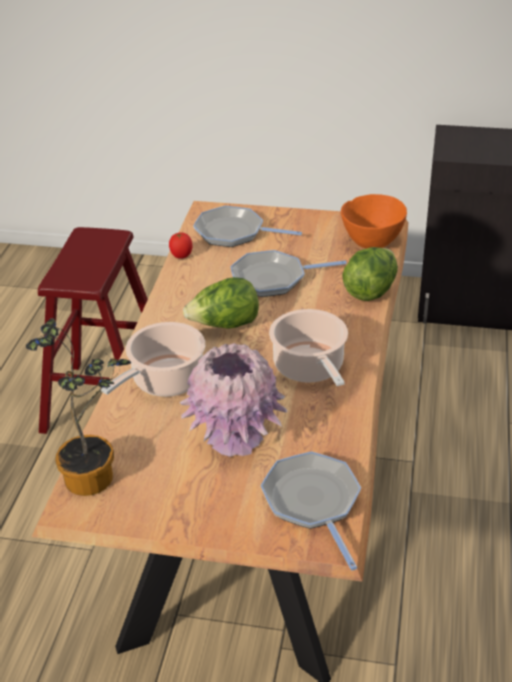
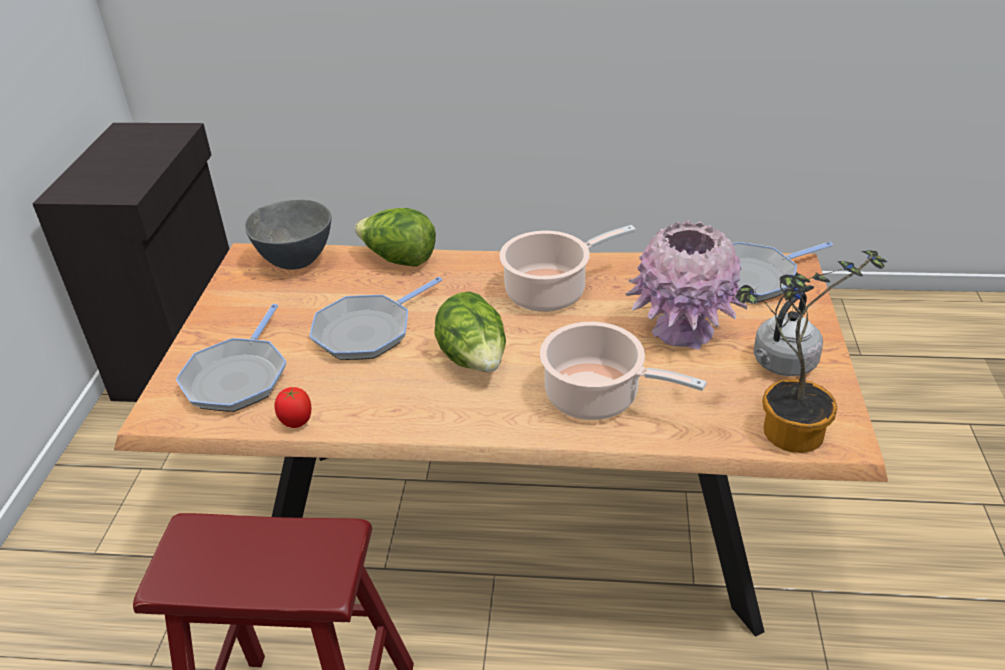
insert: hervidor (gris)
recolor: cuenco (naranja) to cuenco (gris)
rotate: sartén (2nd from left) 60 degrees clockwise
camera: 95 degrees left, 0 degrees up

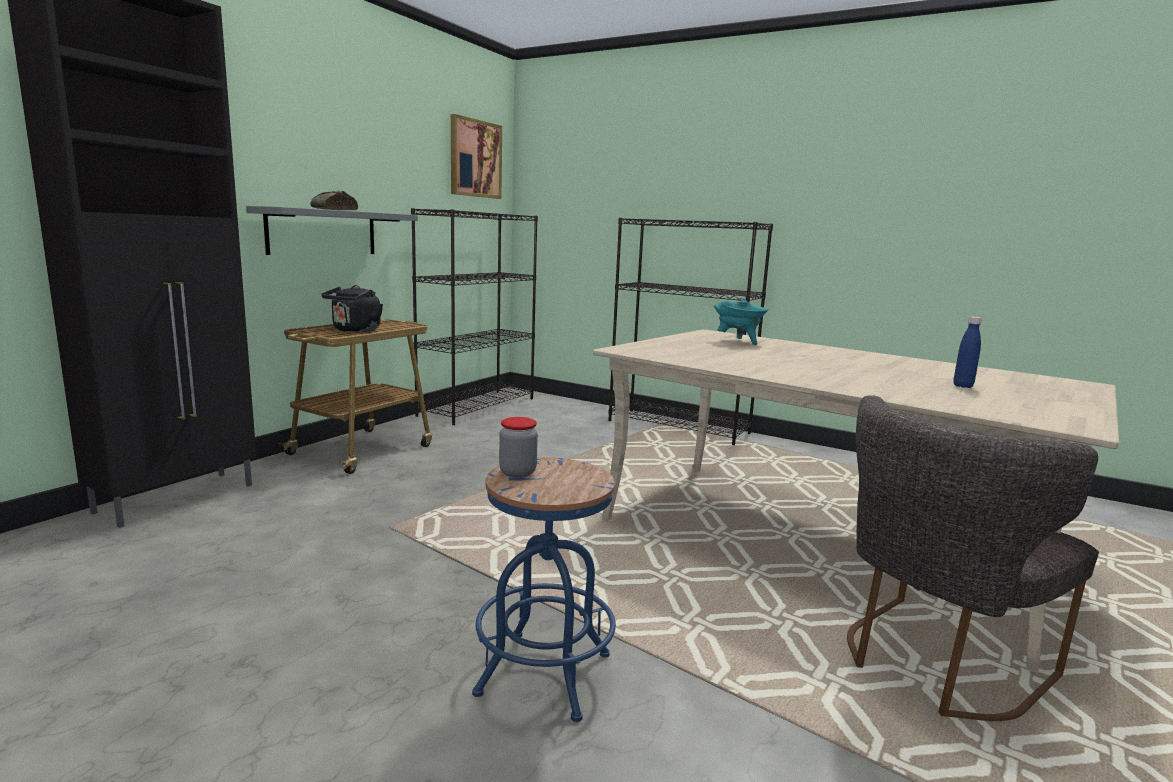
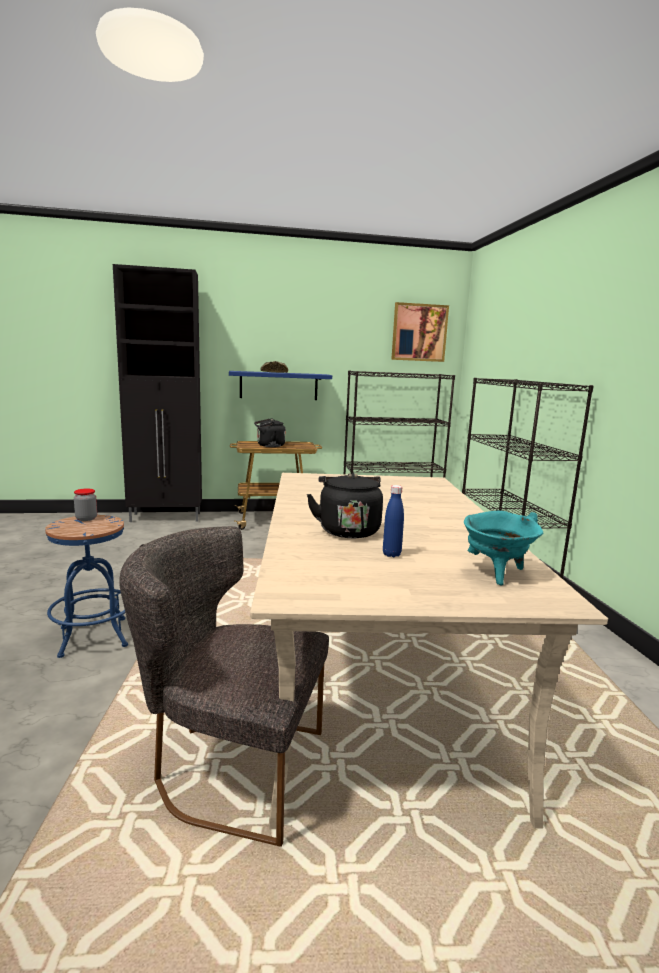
insert: hervidor (negro) (2nd from left)
move: olla (turquesa)
recolor: estante (gris) to estante (azul)
camera: 50 degrees right, 0 degrees up

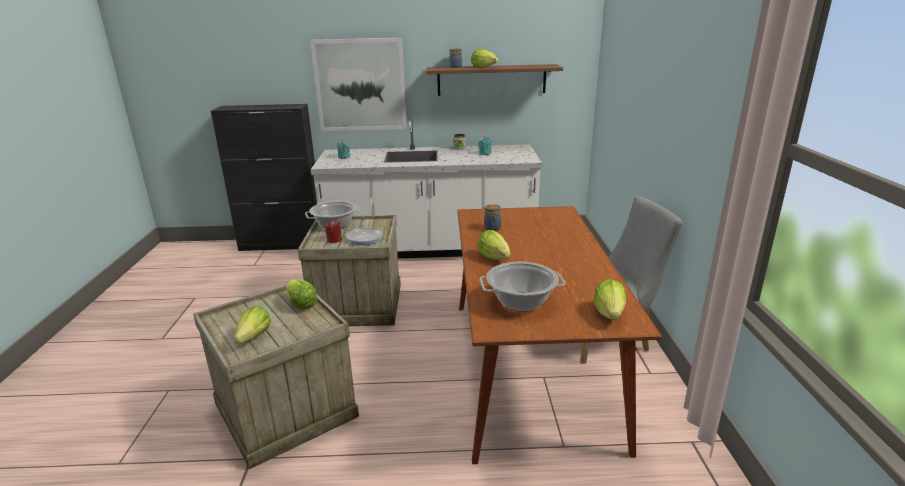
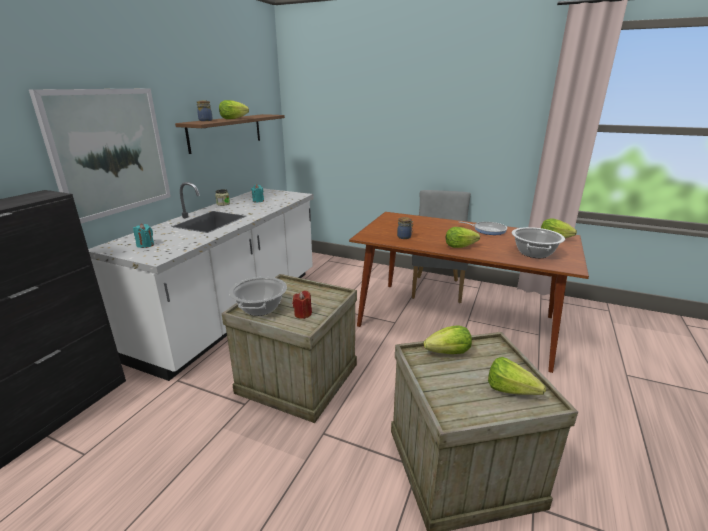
move: sartén
camera: 65 degrees left, 0 degrees up

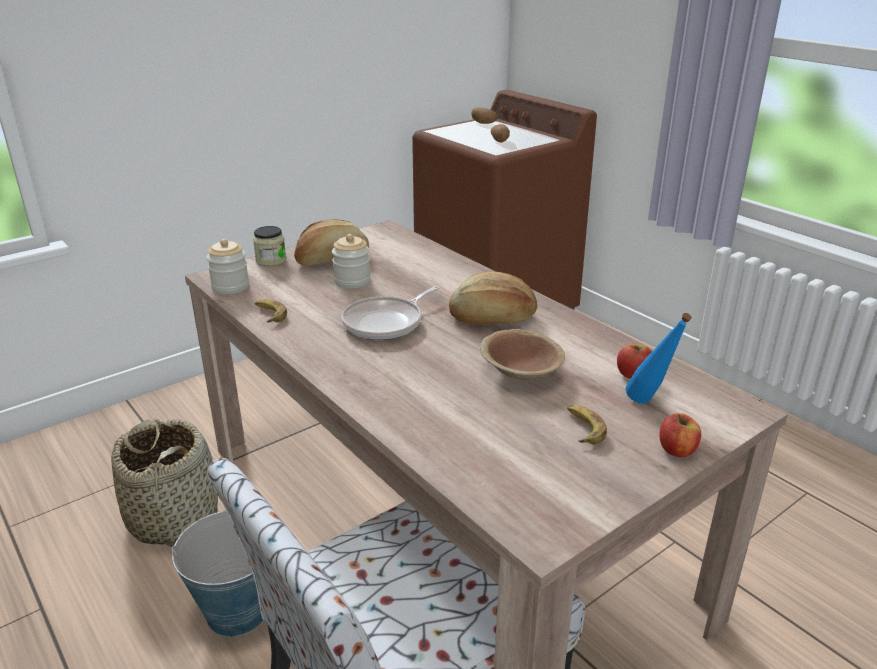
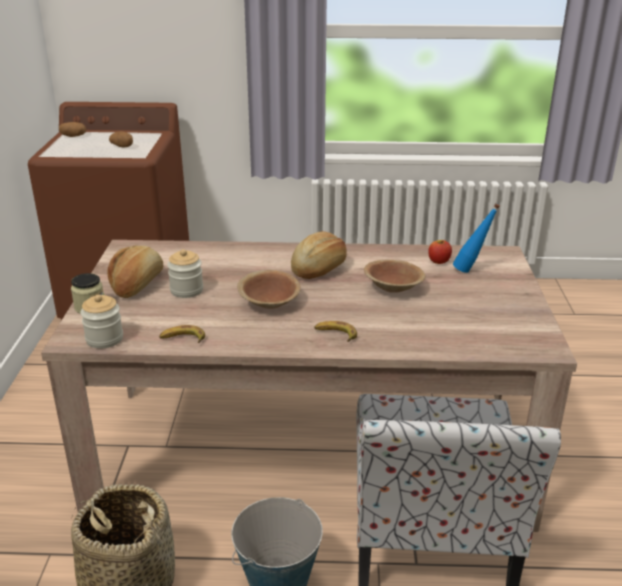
delete: manzana (2nd from left)
move: plátano (2nd from left)
replace: sartén to cuenco (marrón) (1st from left)
camera: 50 degrees left, 0 degrees up

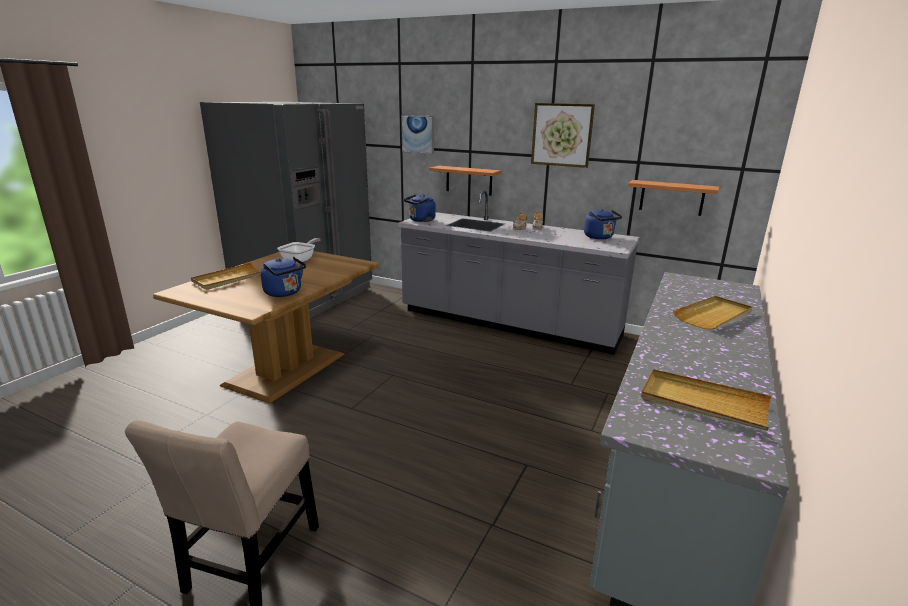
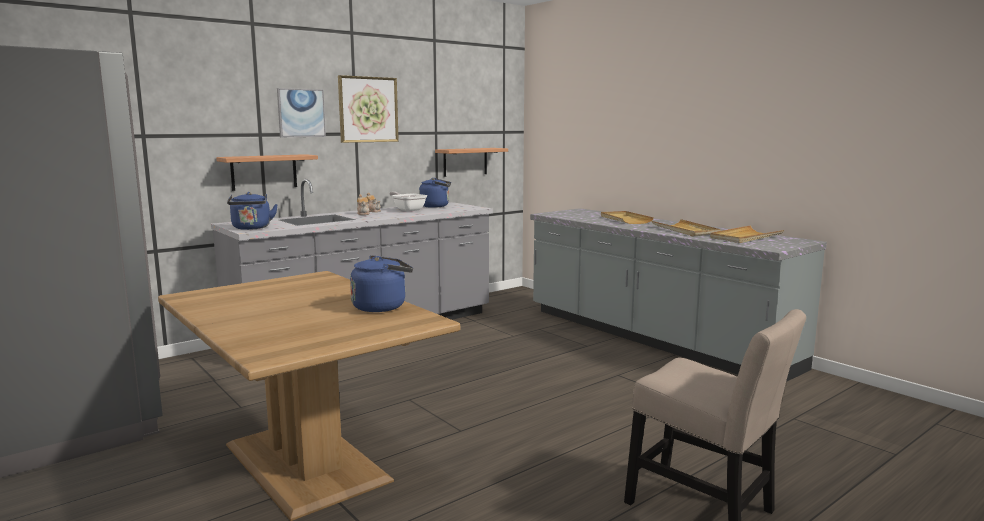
move: bandeja (beis) (1st from left in the first image) to bandeja (beis) (2nd from left); sartén; cuadro (1st from left)
camera: 65 degrees left, 10 degrees down

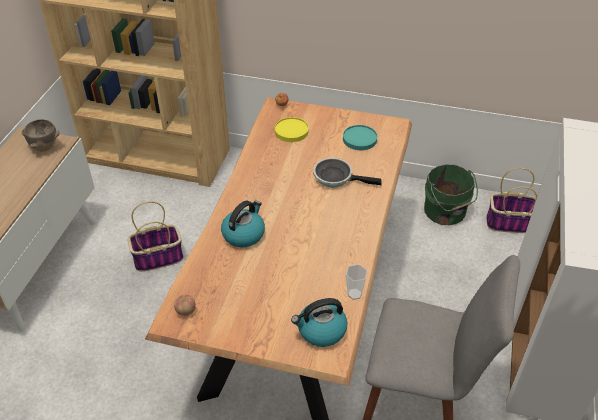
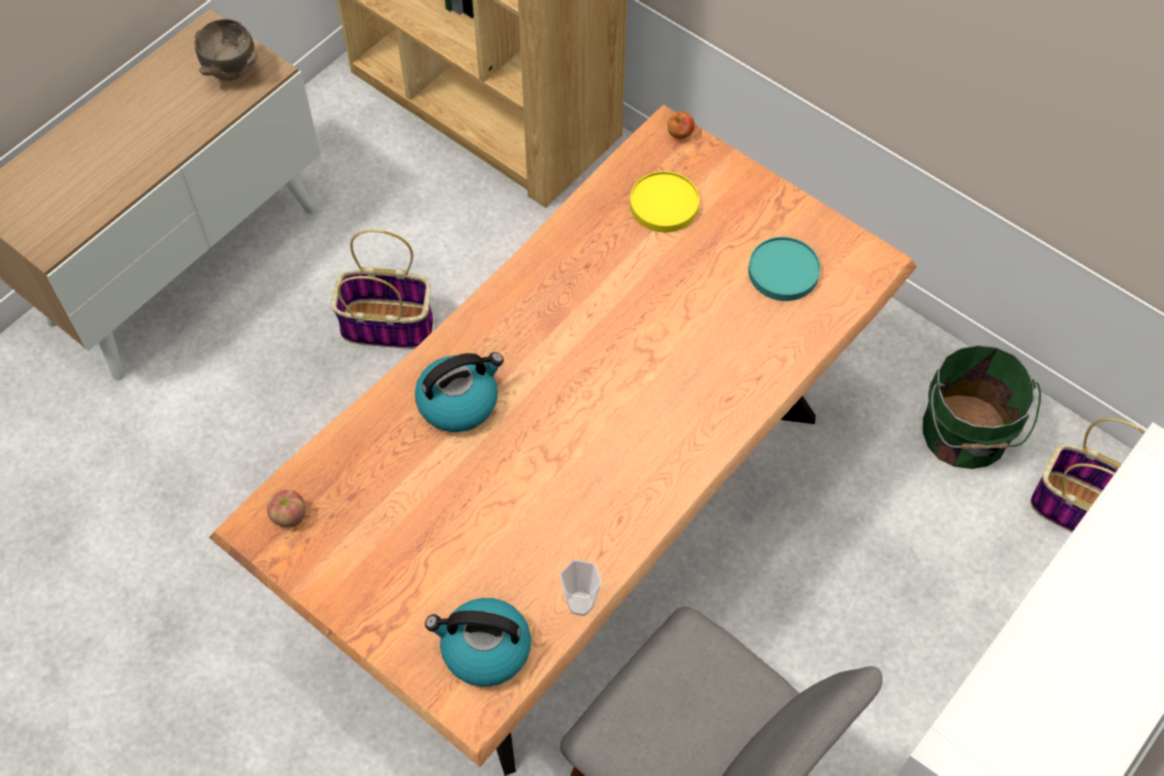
delete: sartén
camera: 25 degrees right, 15 degrees up

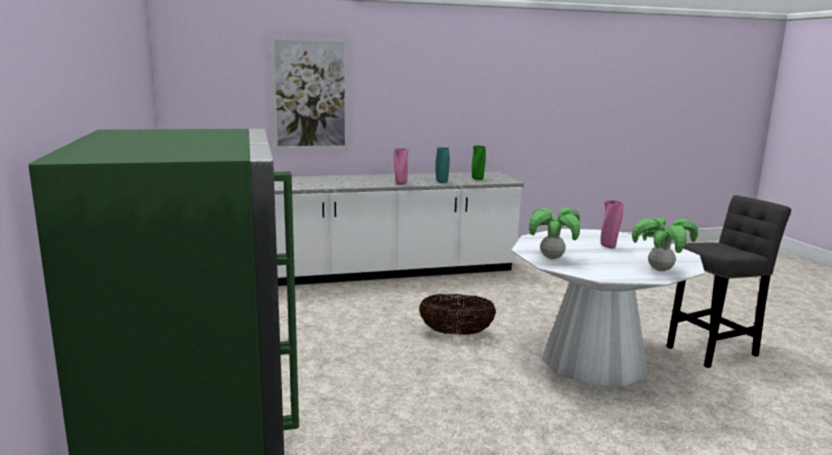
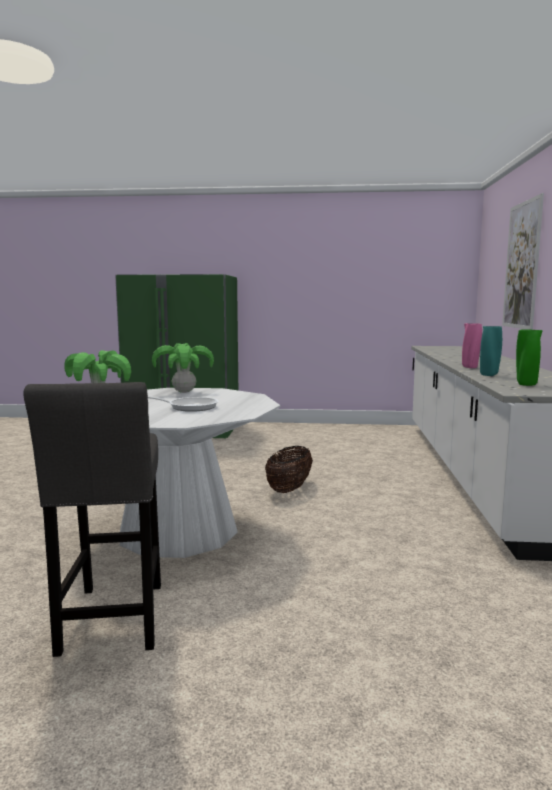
replace: florero (rosa) (2nd from left) to sartén
camera: 110 degrees right, 5 degrees down

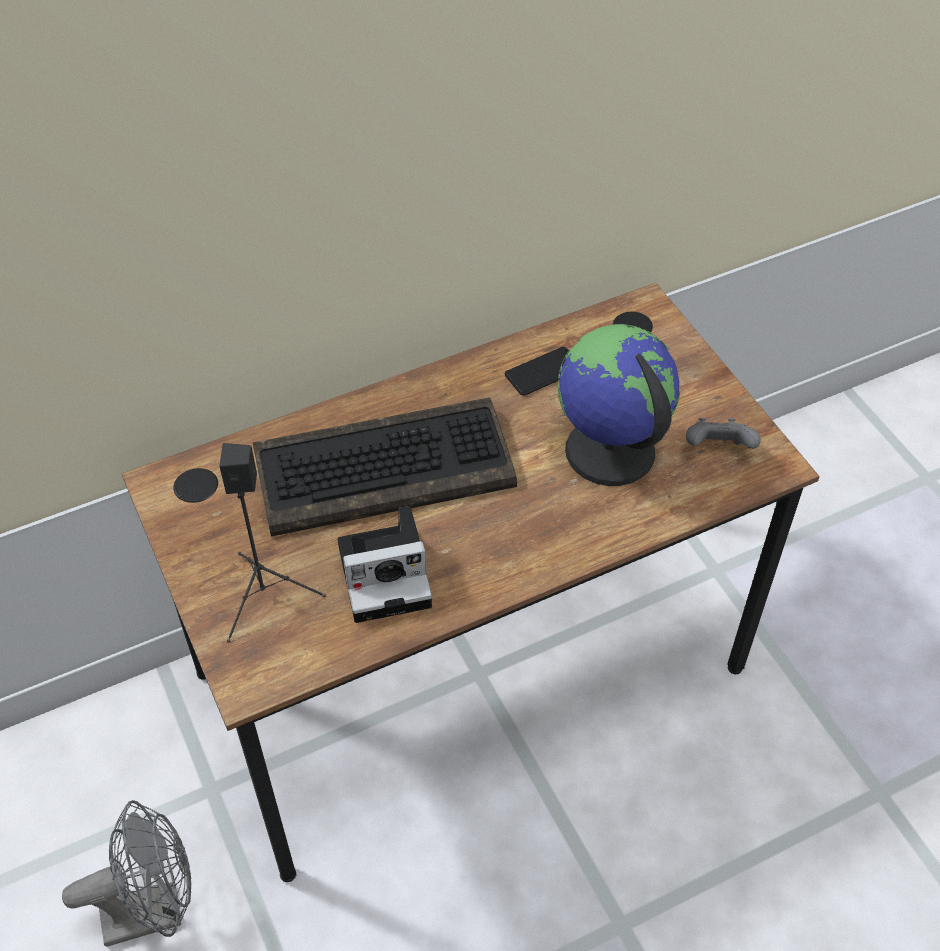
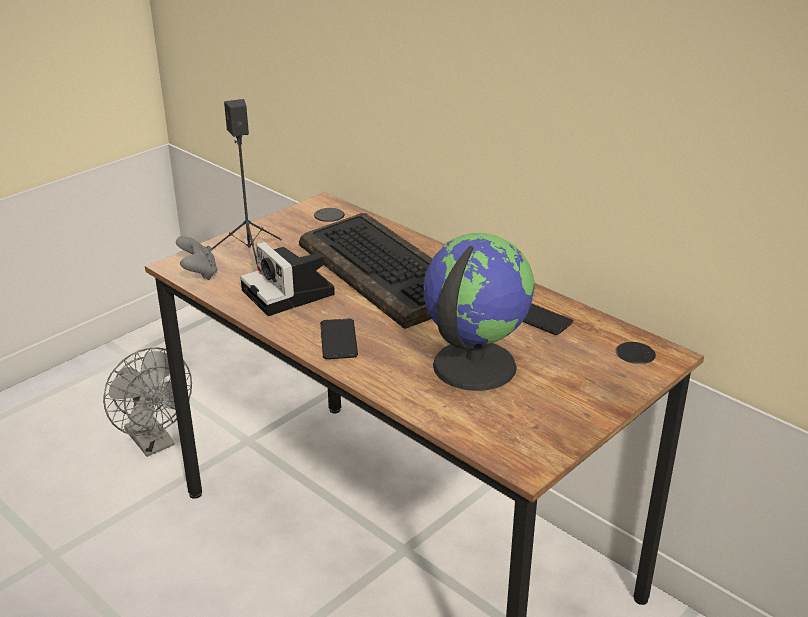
insert: móvil (1st from left)
move: mando de consola (gris)
camera: 70 degrees right, 20 degrees down

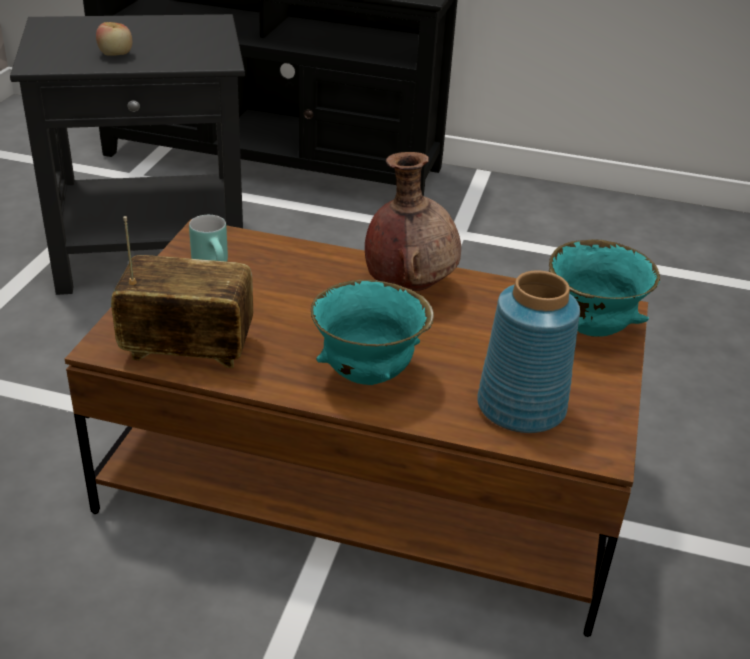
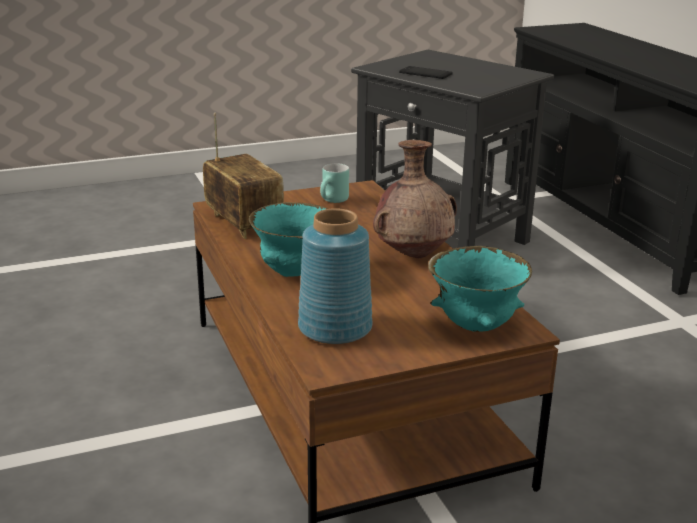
replace: manzana to móvil
camera: 55 degrees right, 10 degrees down

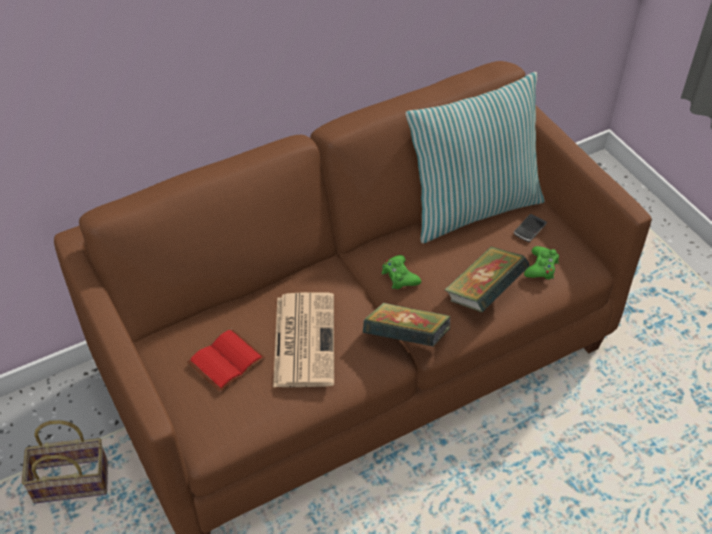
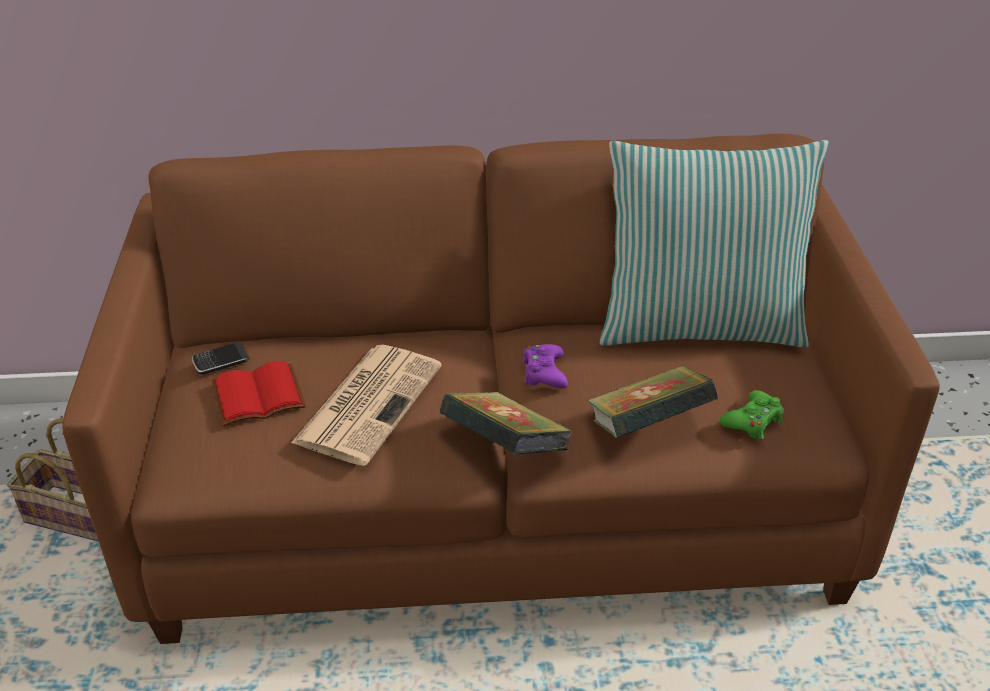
move: móvil
recolor: mando de consola (verde) (1st from left) to mando de consola (morado)
camera: 25 degrees right, 10 degrees down

